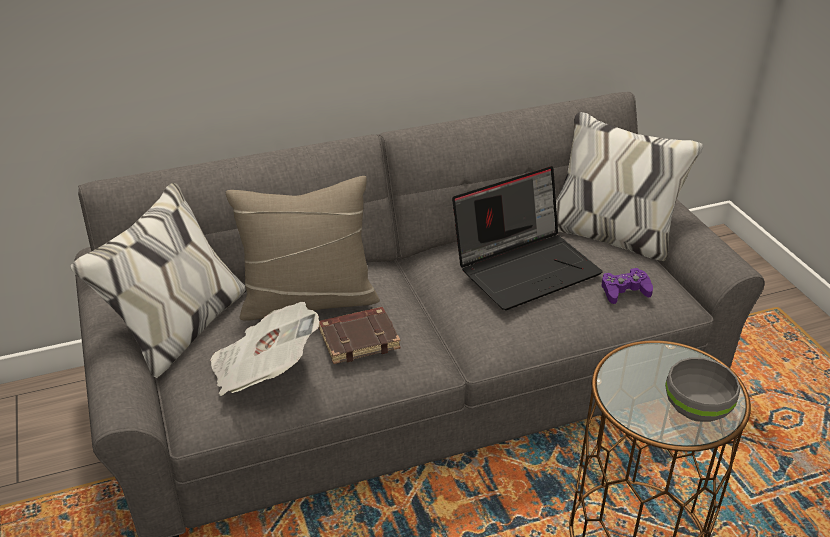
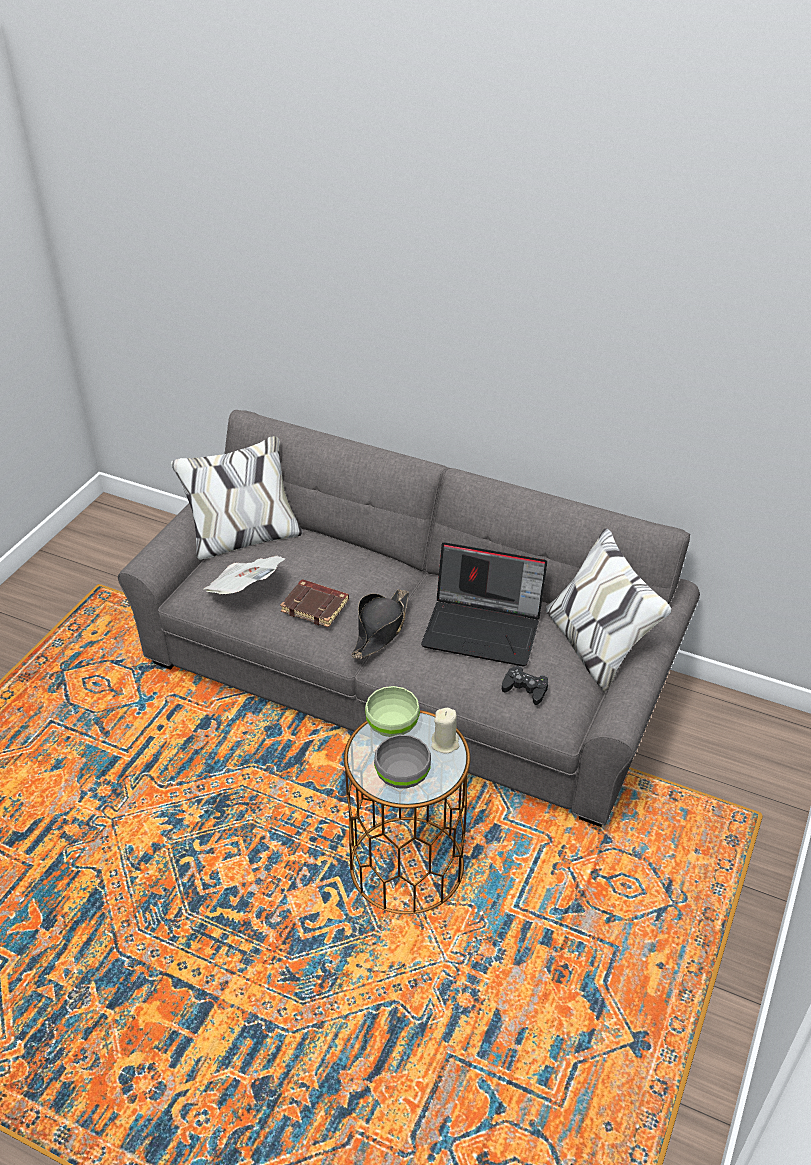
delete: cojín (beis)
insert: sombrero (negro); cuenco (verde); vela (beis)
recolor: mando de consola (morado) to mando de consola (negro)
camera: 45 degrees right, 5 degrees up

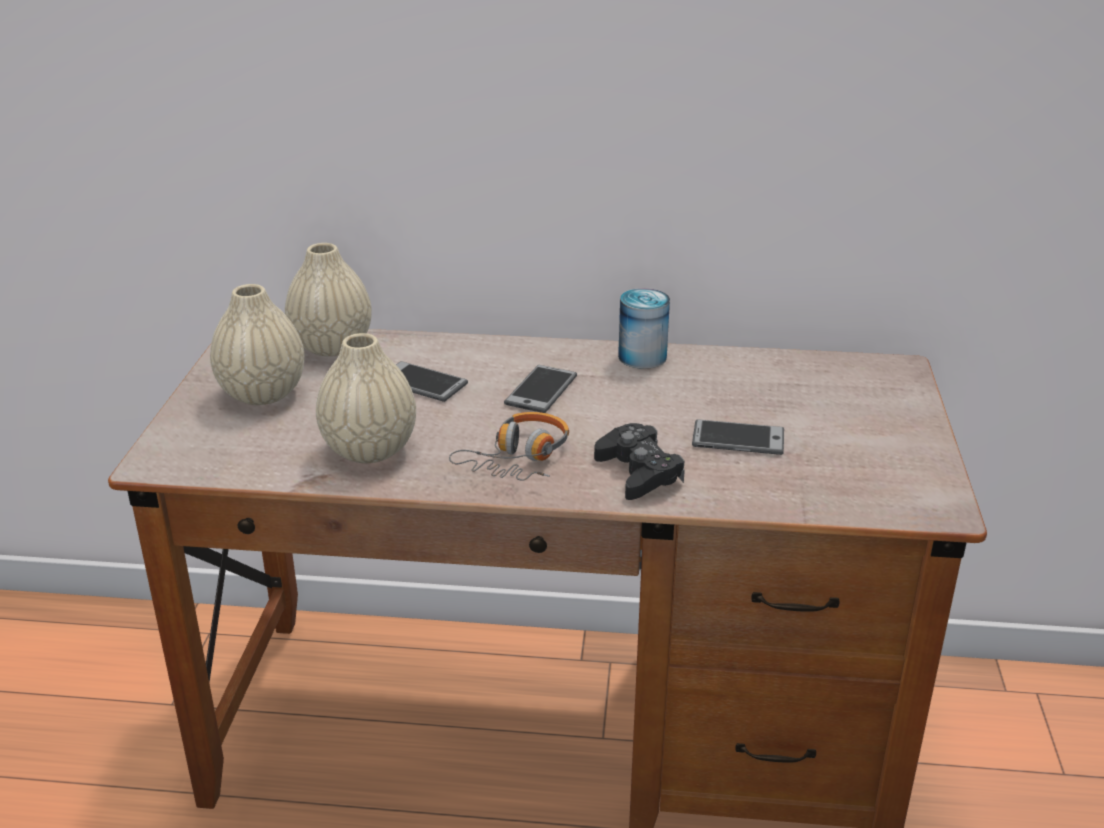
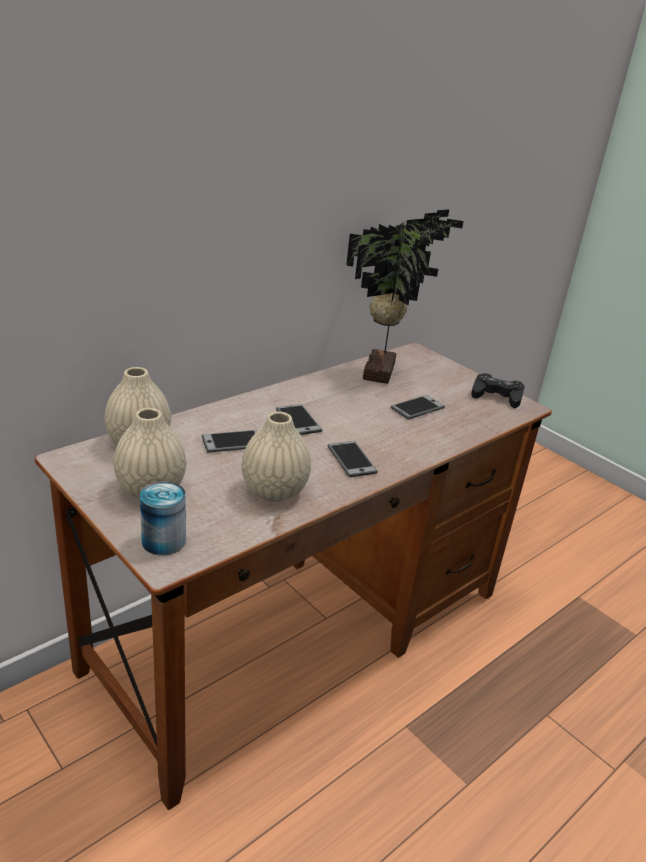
insert: planta en maceta
move: mando de consola (negro); lata
replace: auriculares to móvil (3rd from left)
camera: 50 degrees left, 0 degrees up

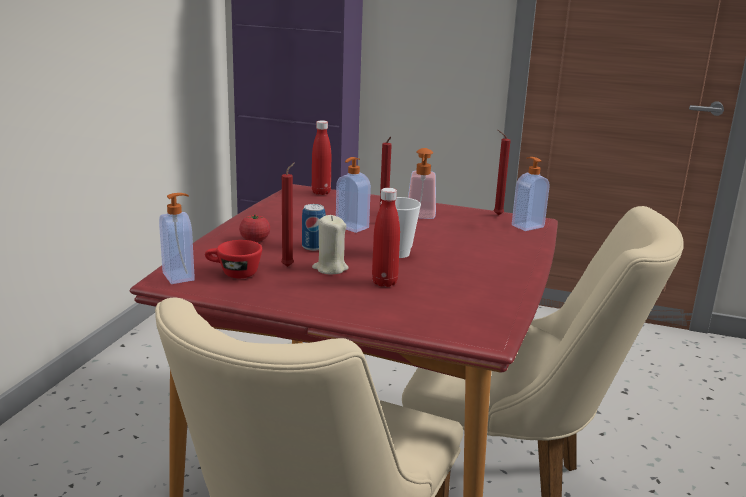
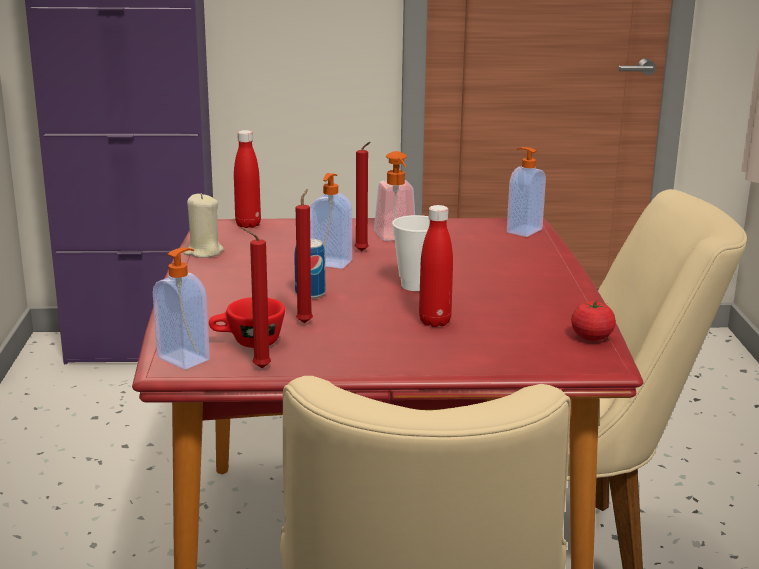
move: tomate; vela (beis); vela (rojo) (3rd from left in the first image) to vela (rojo) (1st from left)
camera: 20 degrees left, 0 degrees up

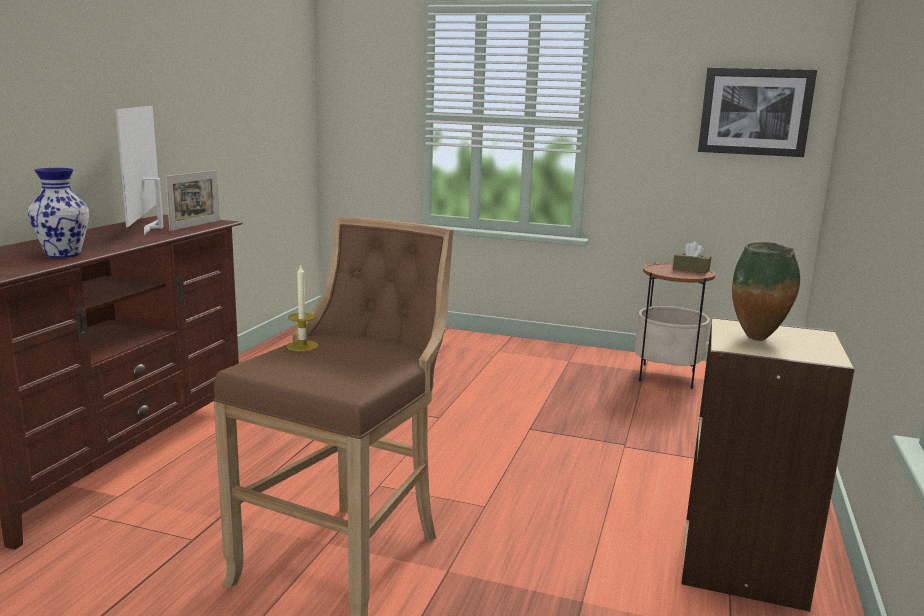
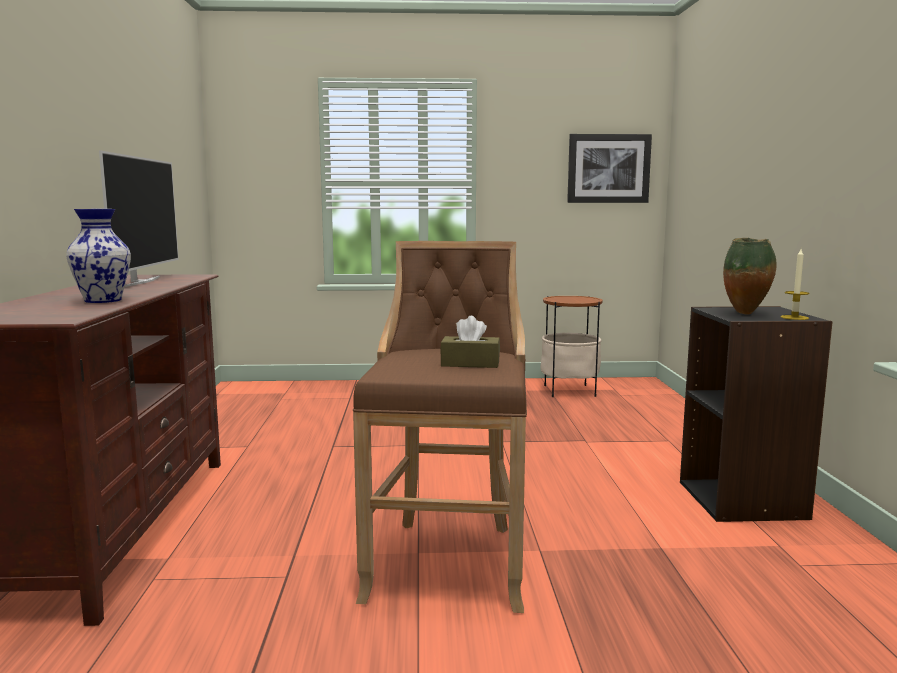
delete: portarretratos
move: vela; caja de pañuelos (marrón)
recolor: estantería (beis) to estantería (negro)
rotate: televisor 150 degrees counterclockwise
camera: 20 degrees left, 5 degrees down

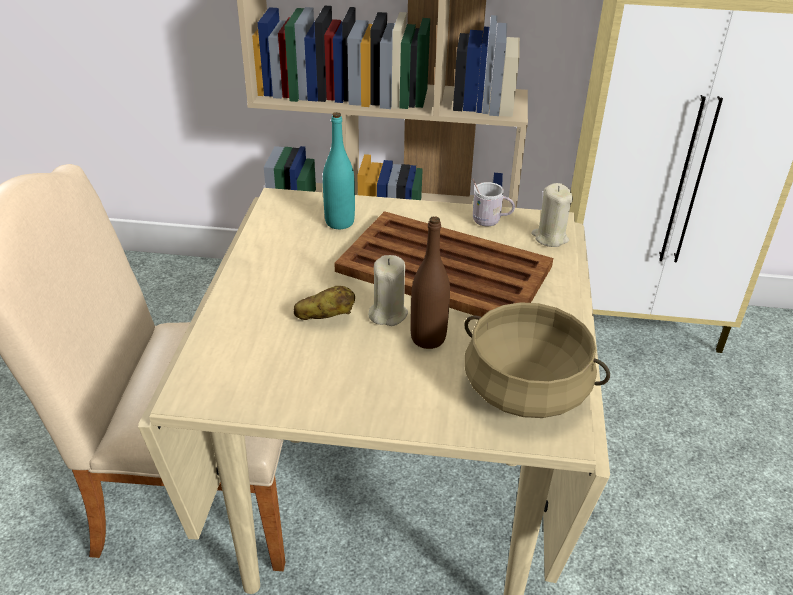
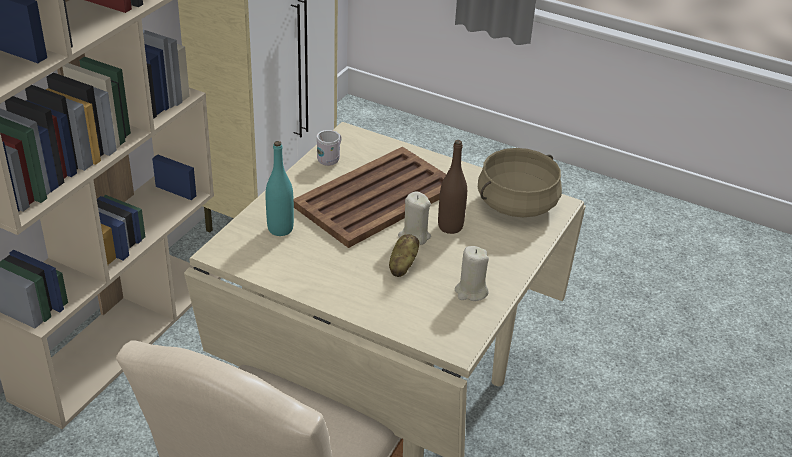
move: vela (beis) (2nd from left)
camera: 70 degrees left, 0 degrees up

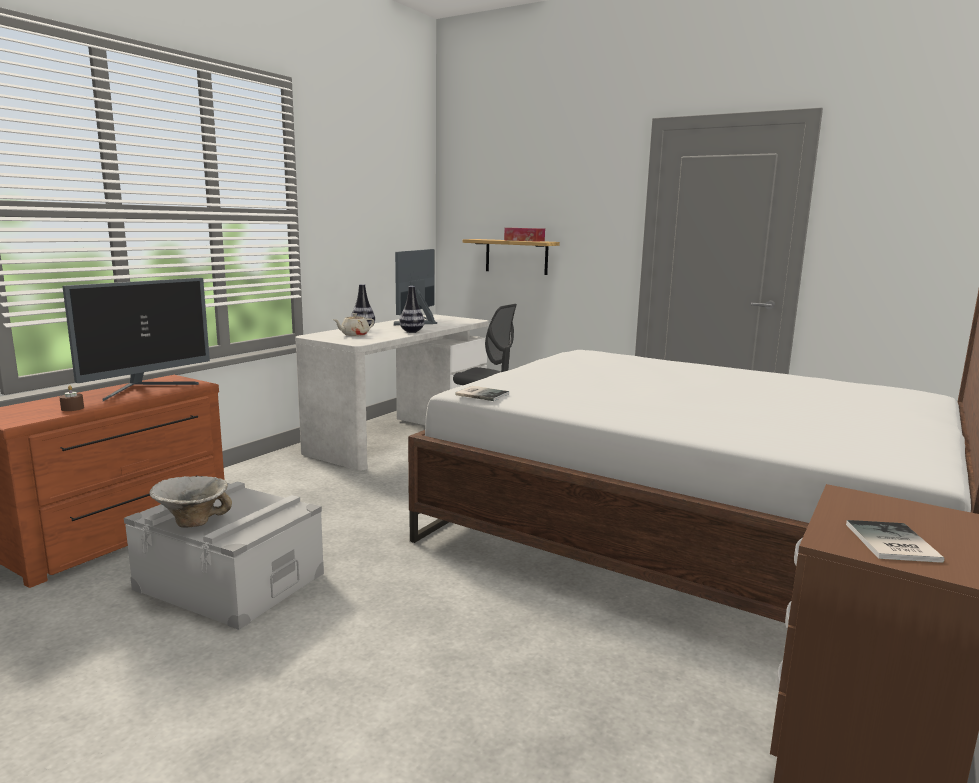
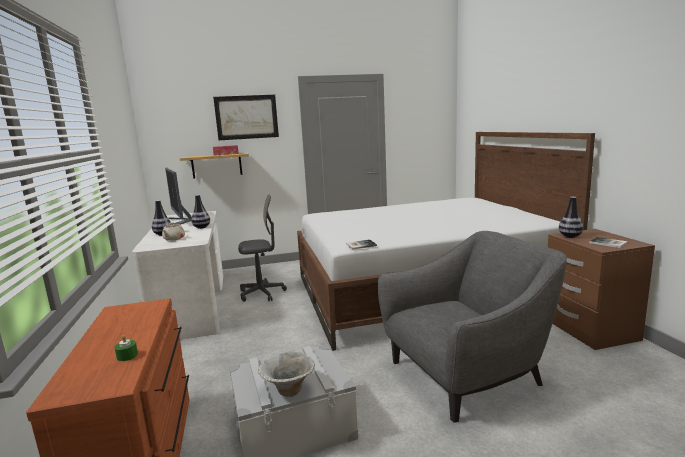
delete: monitor (1st from left)
insert: cuadro; sillón (gris); florero (3rd from left)
recolor: vela (marrón) to vela (verde)
camera: 45 degrees left, 0 degrees up

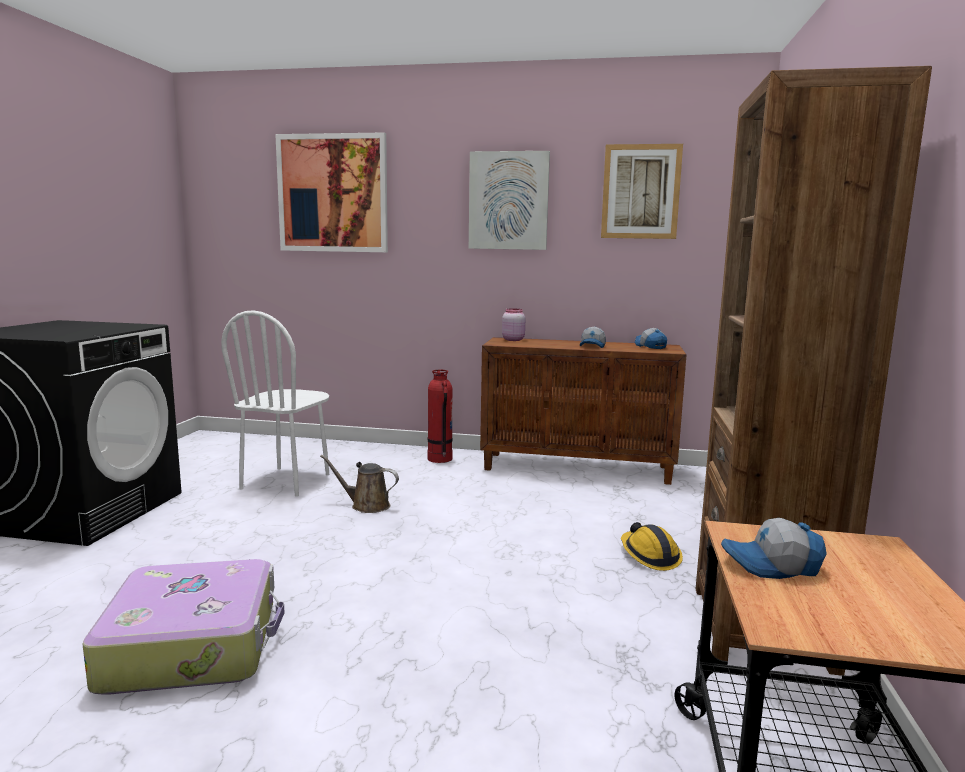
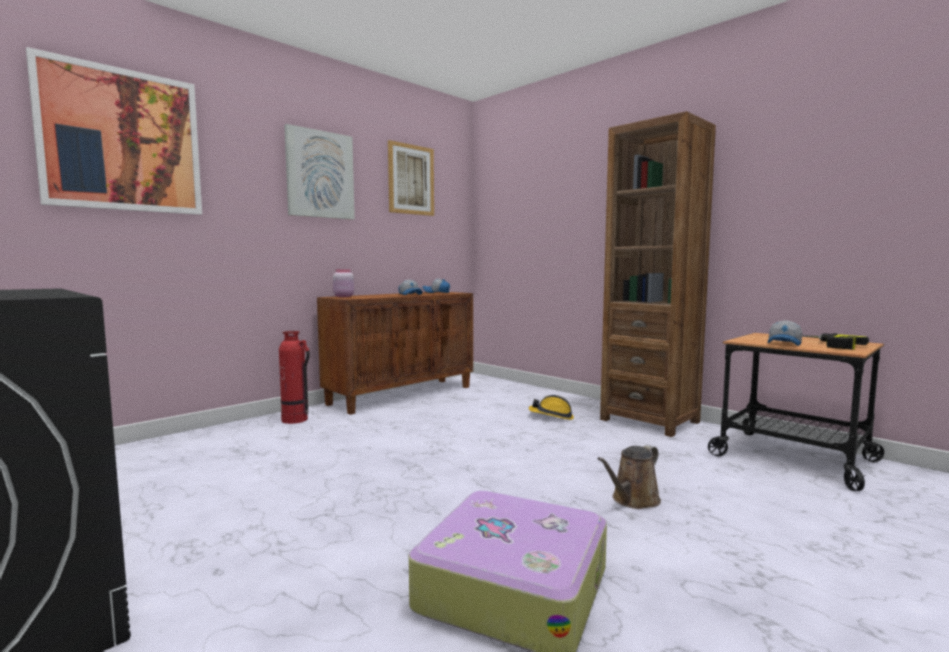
delete: silla (blanco)
insert: taladro
move: regadera (marrón)
camera: 55 degrees left, 5 degrees down

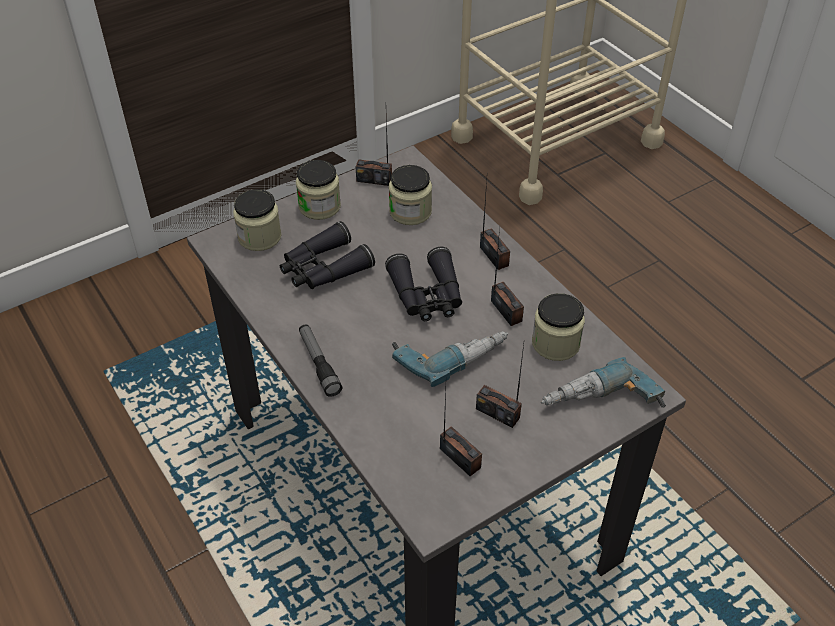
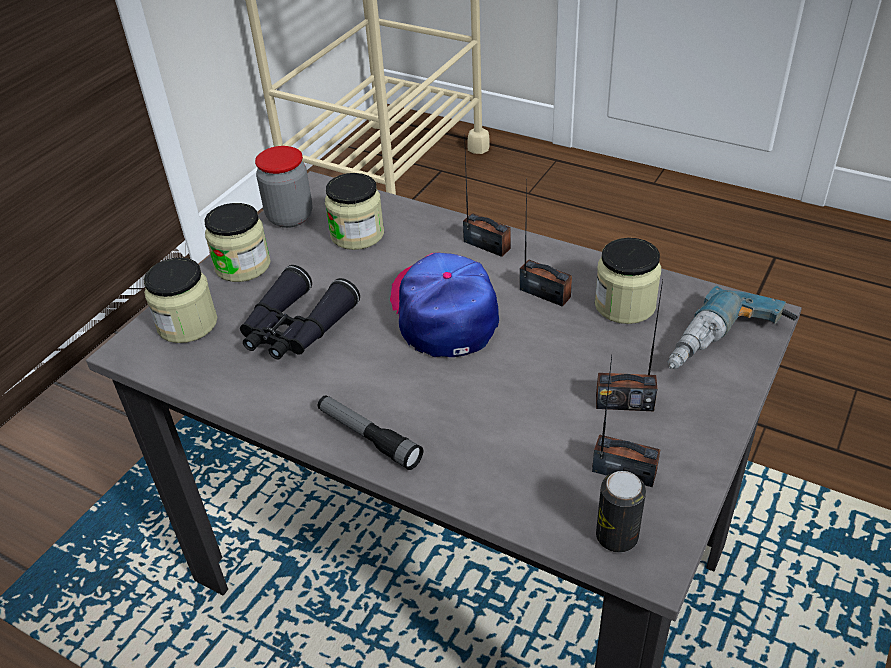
delete: taladro (1st from left)
insert: lata
replace: radio (1st from left) to tarro (3rd from left); prismáticos (negro) (2nd from left) to gorra
camera: 25 degrees left, 5 degrees down

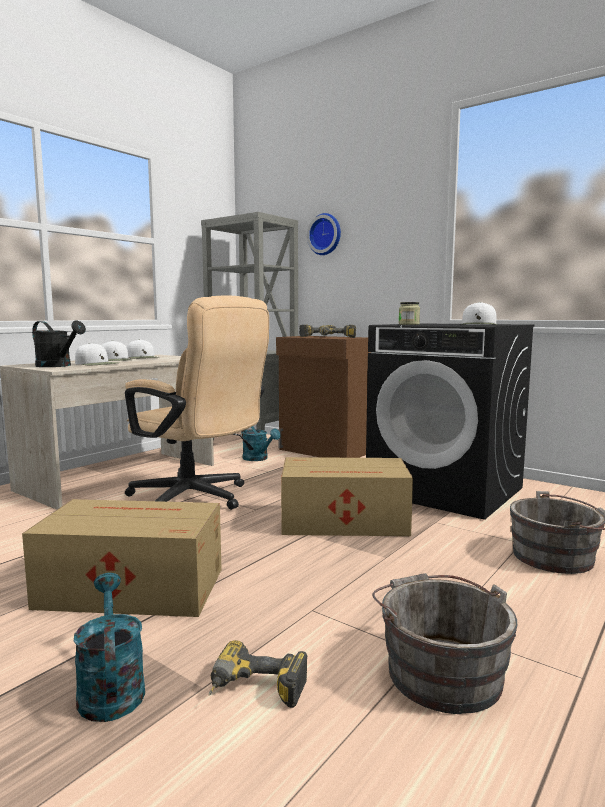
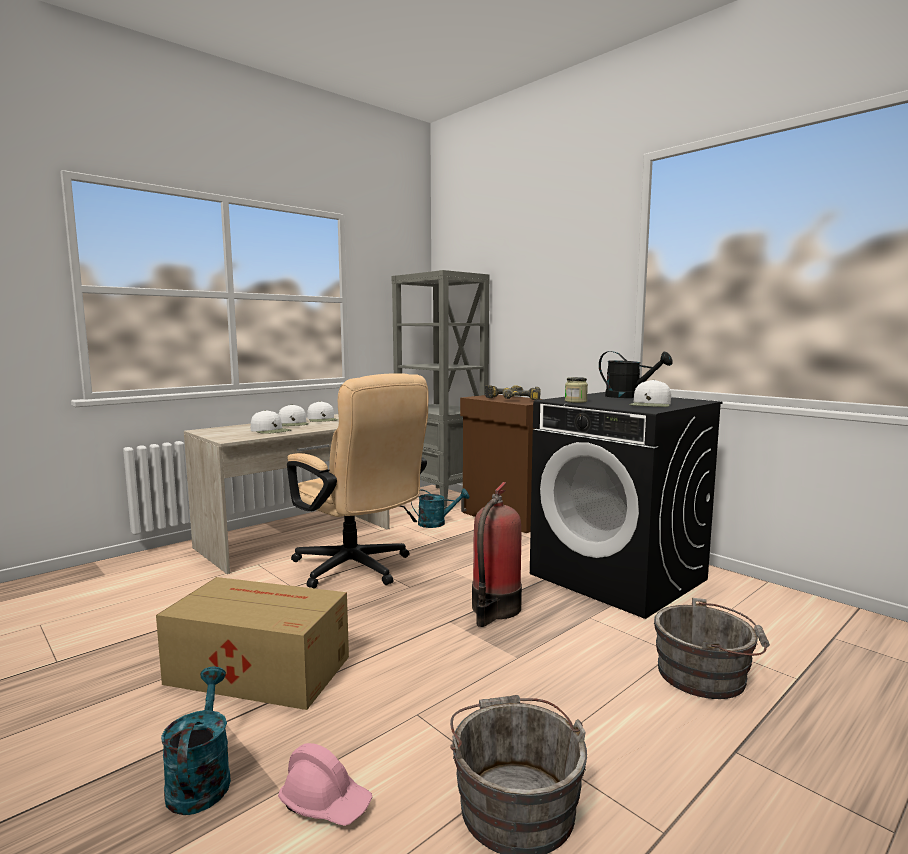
delete: reloj de pared
move: regadera (negro)
replace: taladro (1st from left) to casco (rosa); caja de cartón (2nd from left) to extintor
rotate: regadera (turquesa) (2nd from left) 60 degrees counterclockwise
camera: 10 degrees right, 0 degrees up

